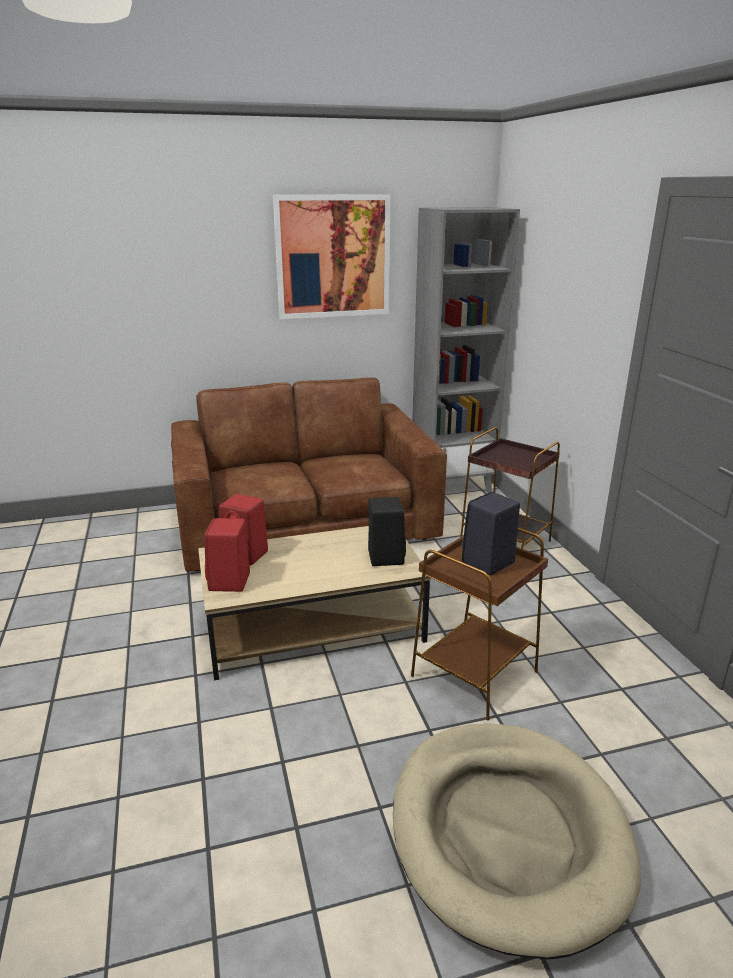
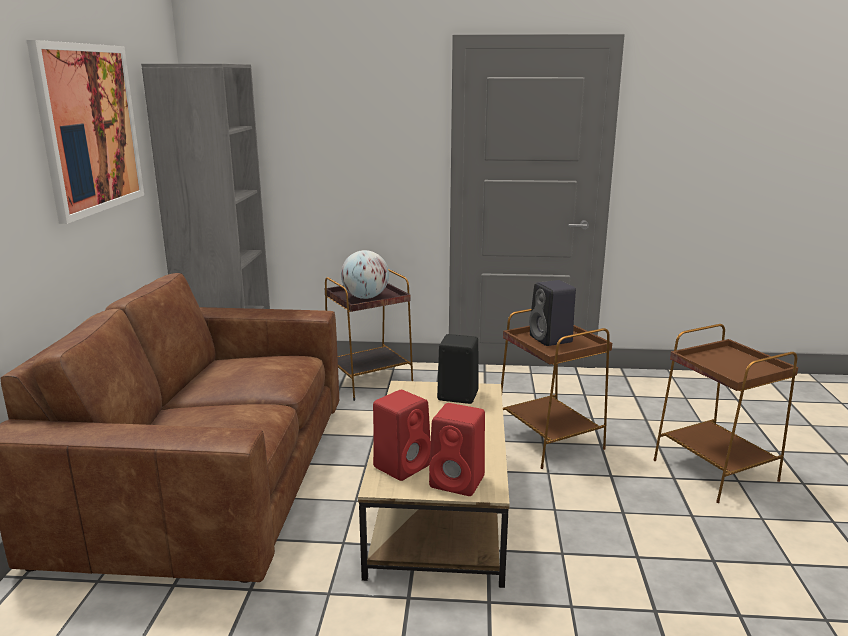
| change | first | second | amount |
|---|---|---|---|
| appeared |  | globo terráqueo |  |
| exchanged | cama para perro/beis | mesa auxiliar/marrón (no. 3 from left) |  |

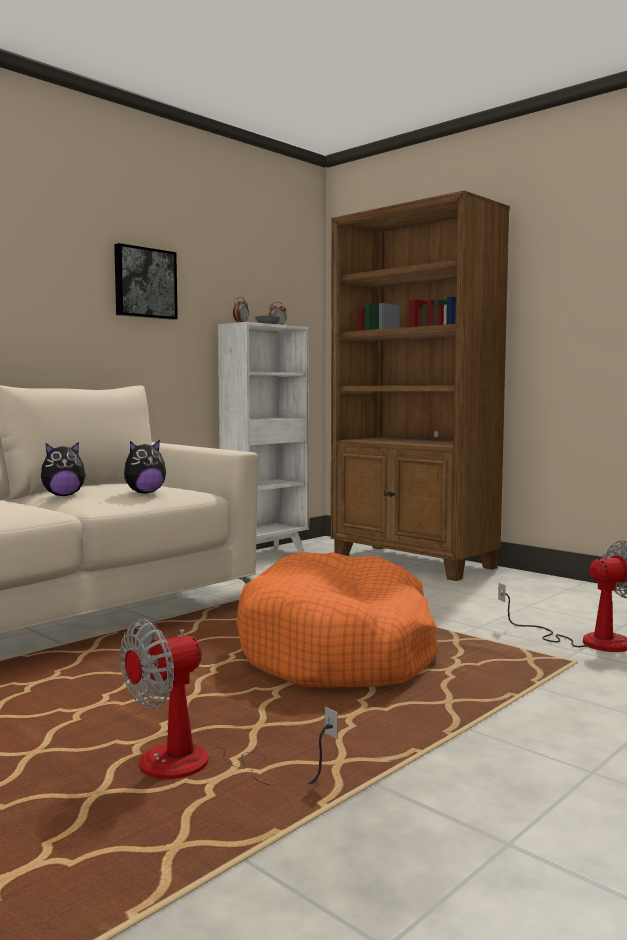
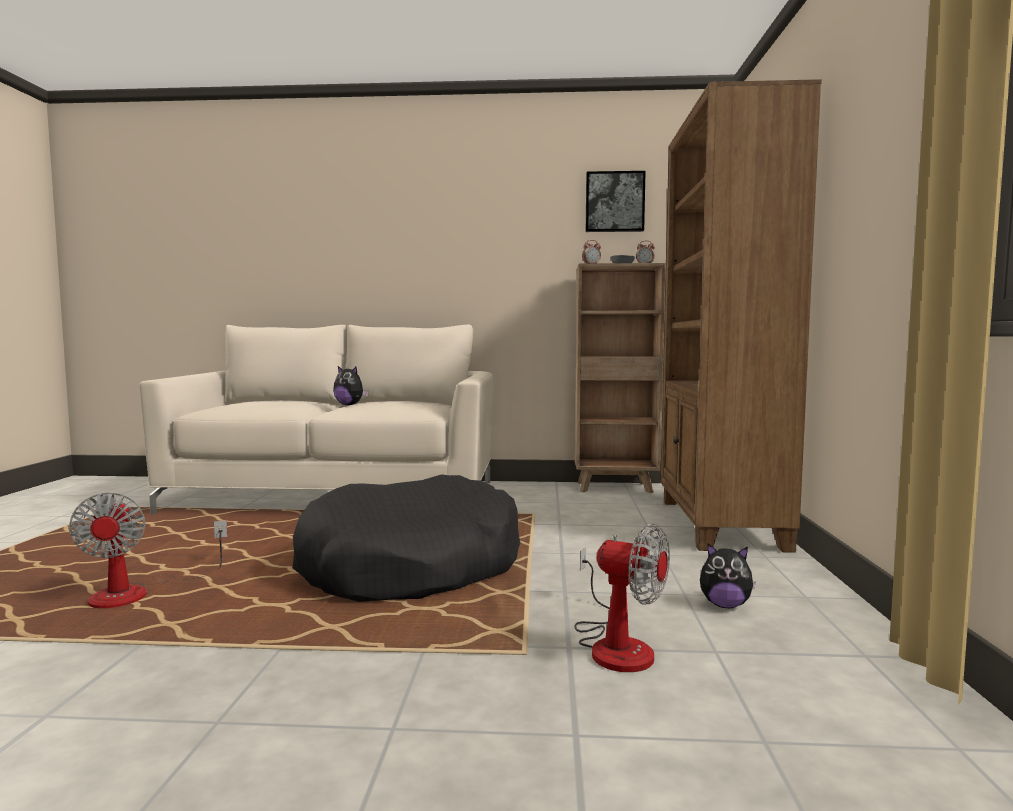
| change | first | second | amount |
|---|---|---|---|
| relocated | cuadro |  |  |
| relocated | peluche (no. 2 from left) |  |  |
| colour | estantería/blanco | estantería/marrón (no. 1 from left) |  |
| colour | cama para perro/naranja | cama para perro/negro |  |
| spun | ventilador (no. 1 from left) |  | 120 degrees counterclockwise |

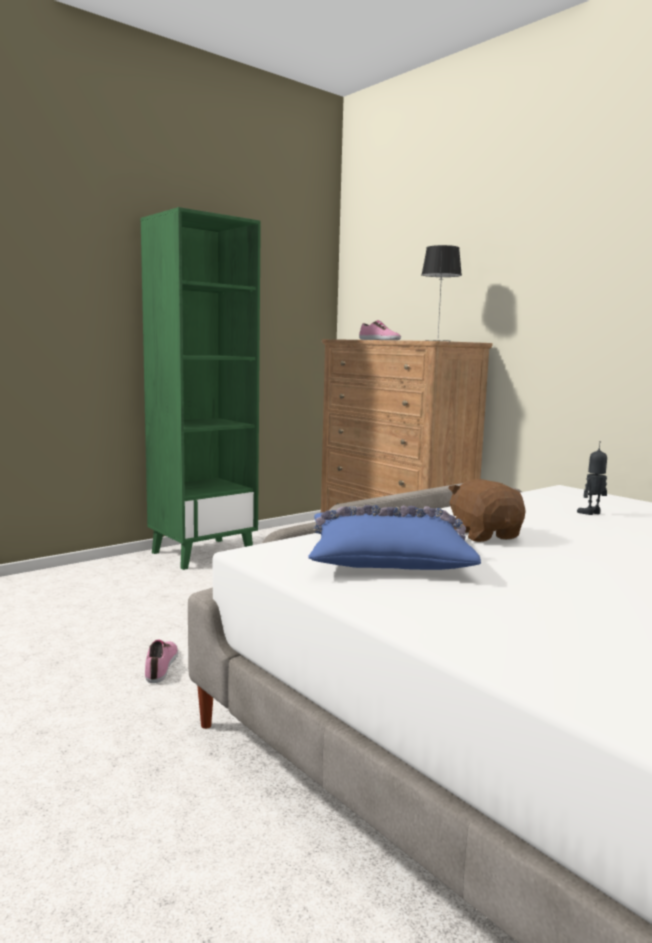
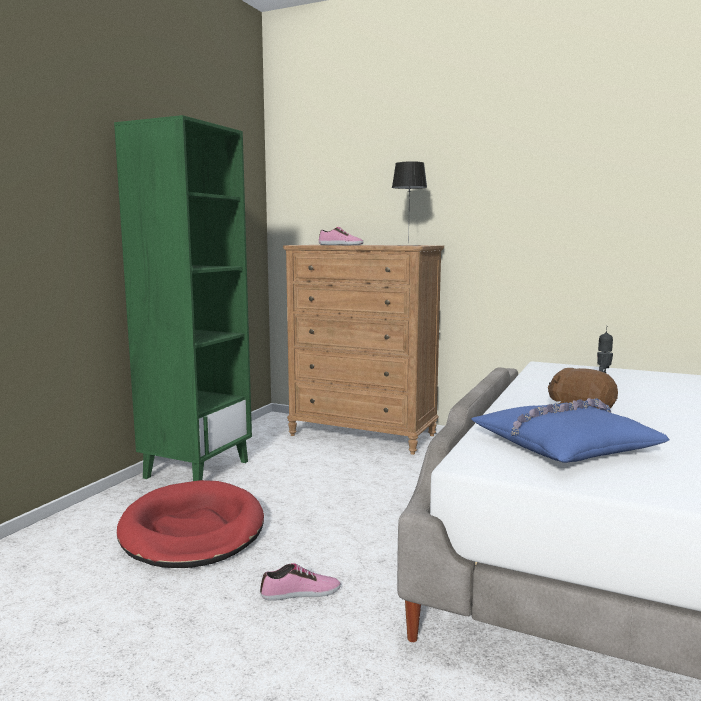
| change | first | second | amount |
|---|---|---|---|
| appeared |  | cama para perro/rojo |  |
| spun | zapato (no. 1 from left) |  | 105 degrees clockwise |

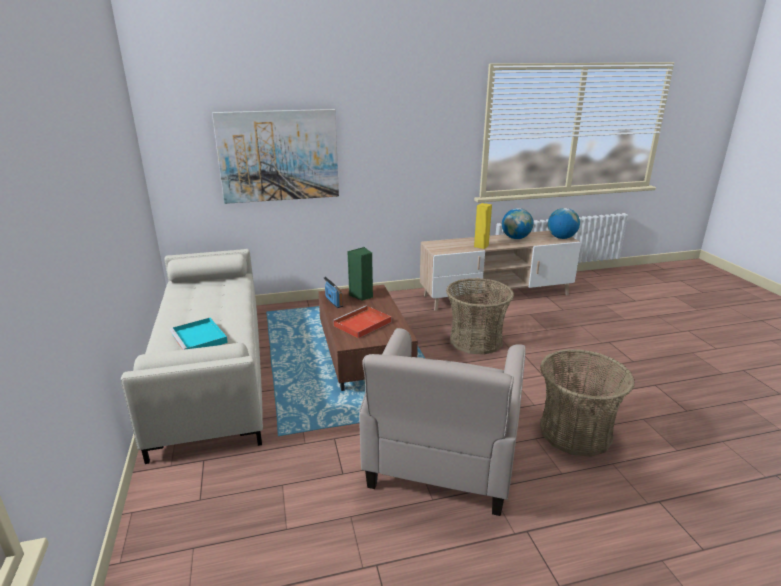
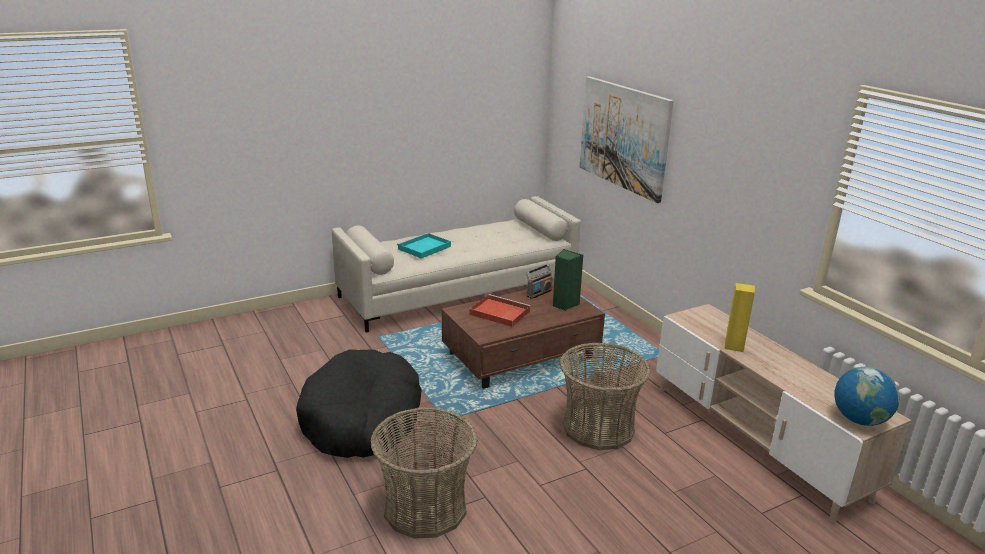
| change | first | second | amount |
|---|---|---|---|
| missing | globo terráqueo (no. 1 from left) |  |  |
| exchanged | sillón/beis | cama para perro/negro |  |

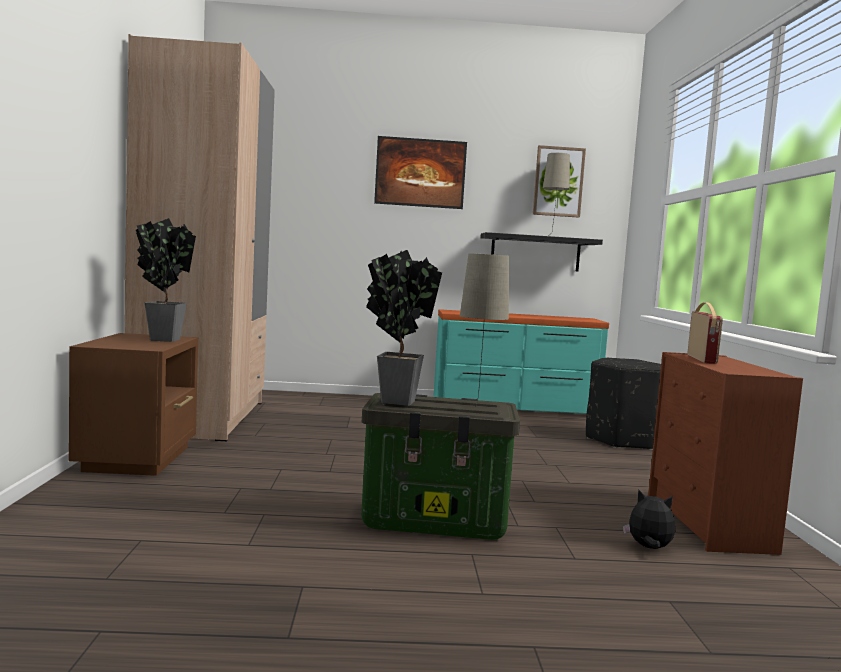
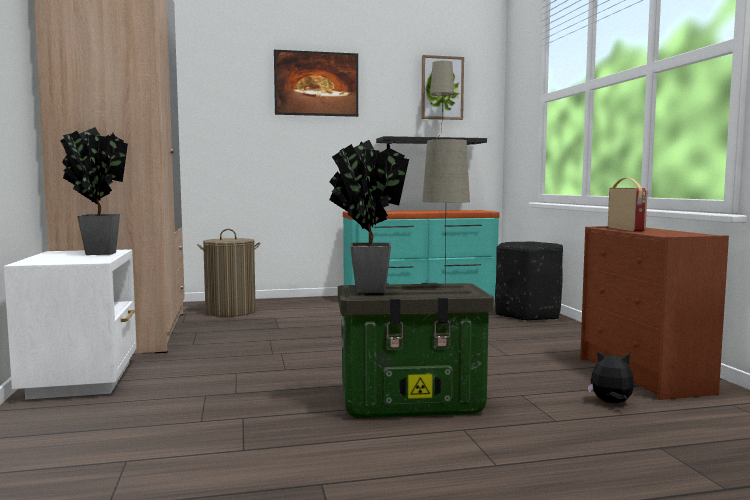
| change | first | second | amount |
|---|---|---|---|
| appeared |  | cesto de la ropa |  |
| colour | mesita de noche/marrón | mesita de noche/blanco |  |

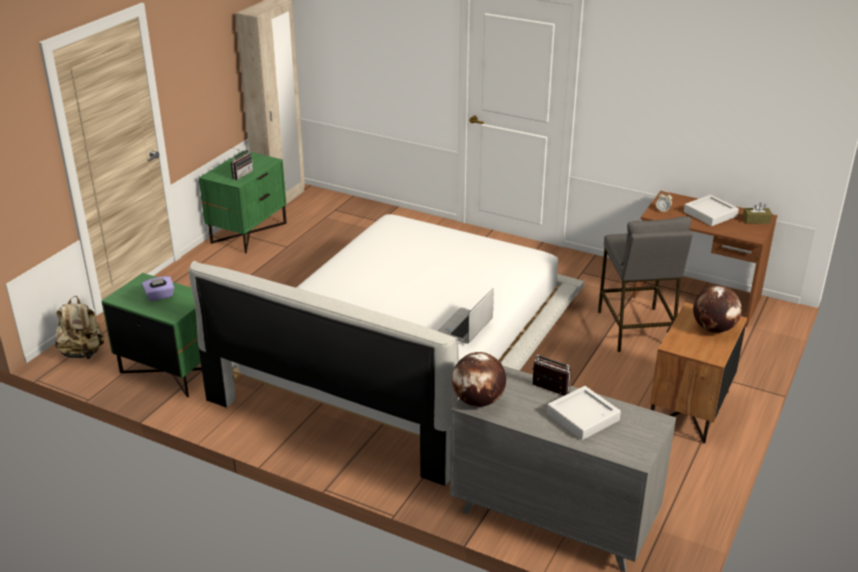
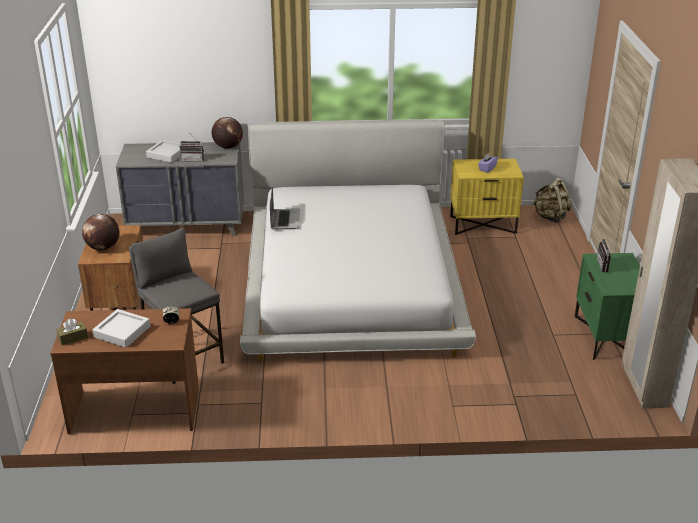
| change | first | second | amount |
|---|---|---|---|
| colour | mesita de noche/verde (no. 1 from left) | mesita de noche/amarillo |  |

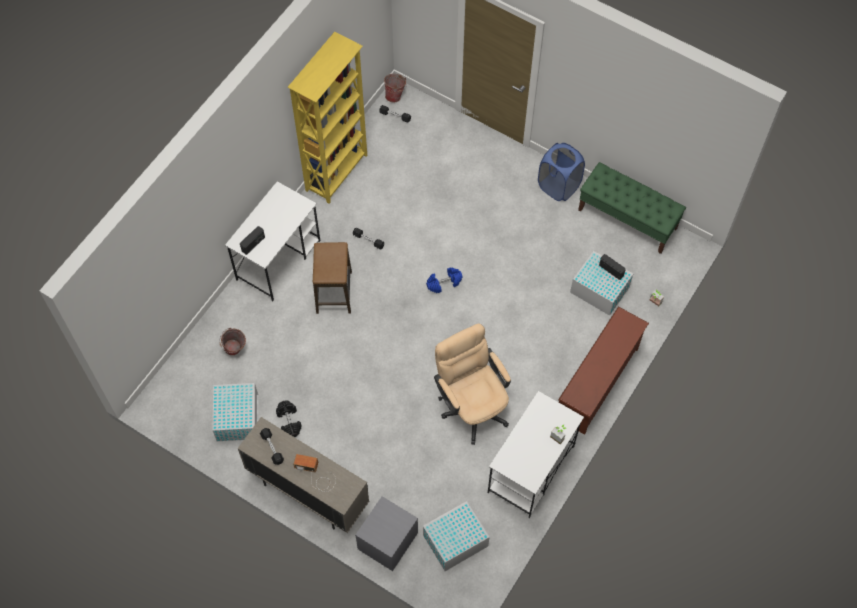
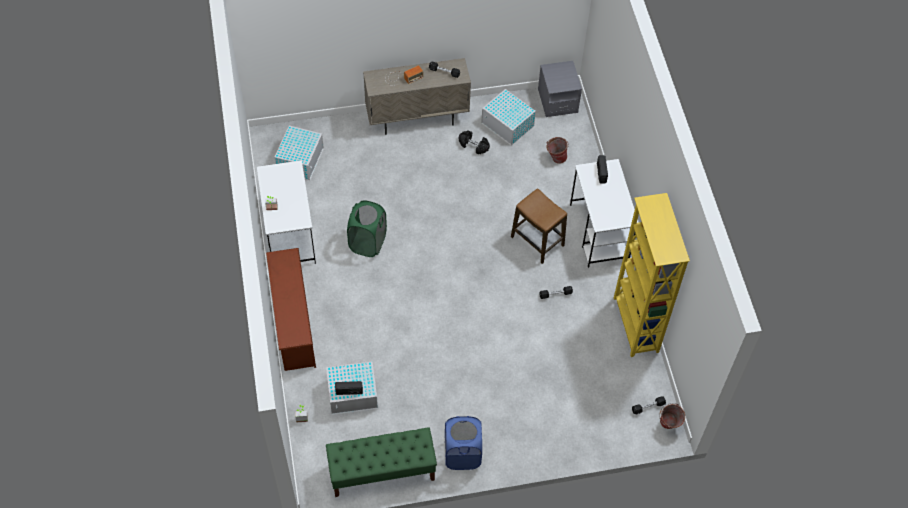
| change | first | second | amount |
|---|---|---|---|
| missing | mancuerna/azul |  |  |
| relocated | mesita de noche/gris |  |  |
| exchanged | silla de oficina/beis | cesto de la ropa/verde |  |

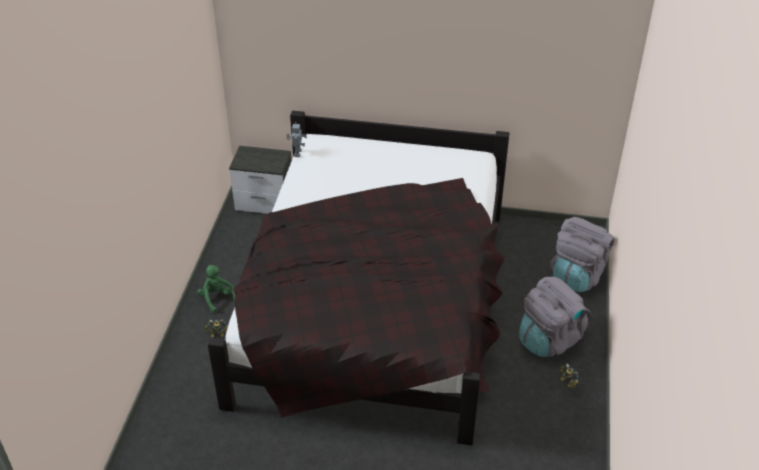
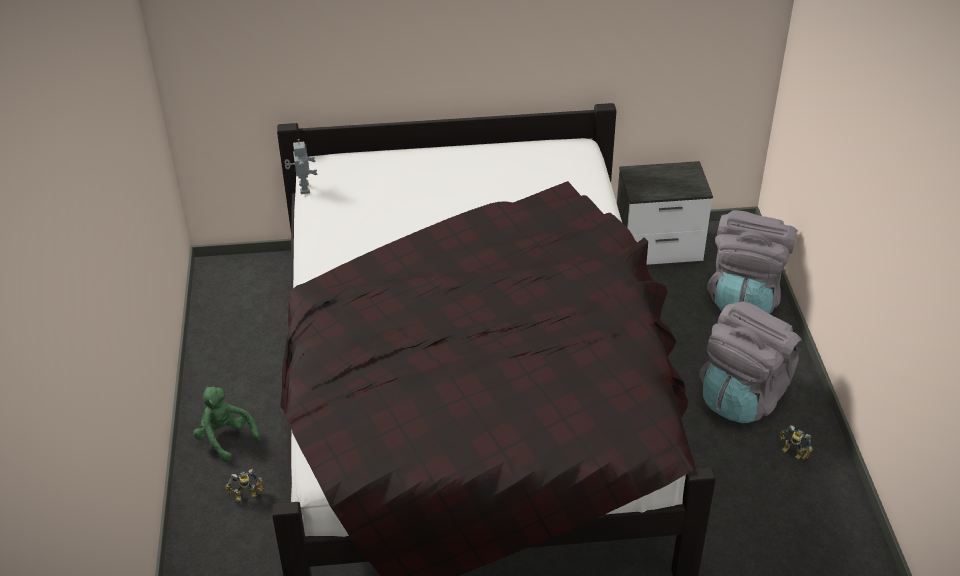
| change | first | second | amount |
|---|---|---|---|
| relocated | mesita de noche |  |  |

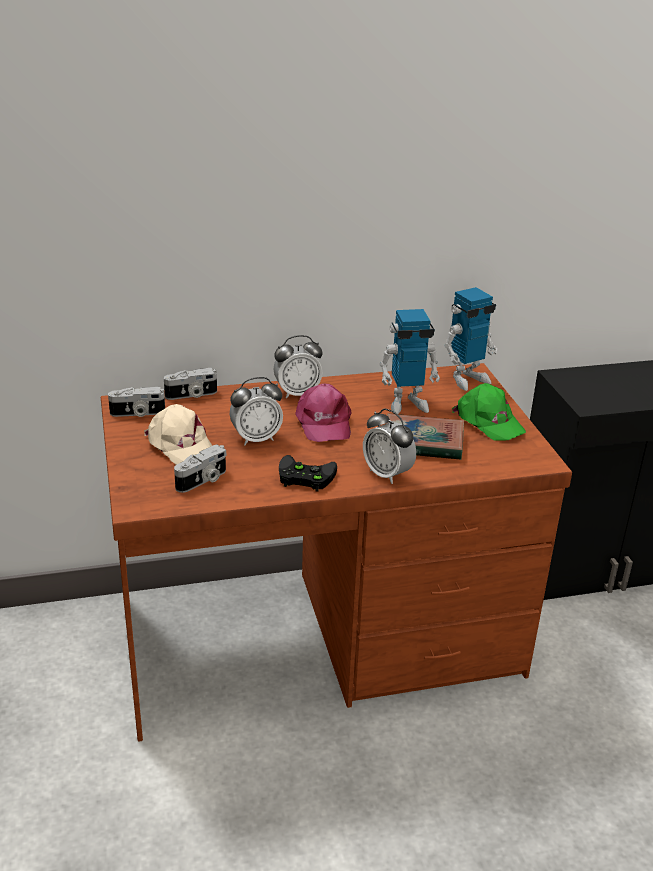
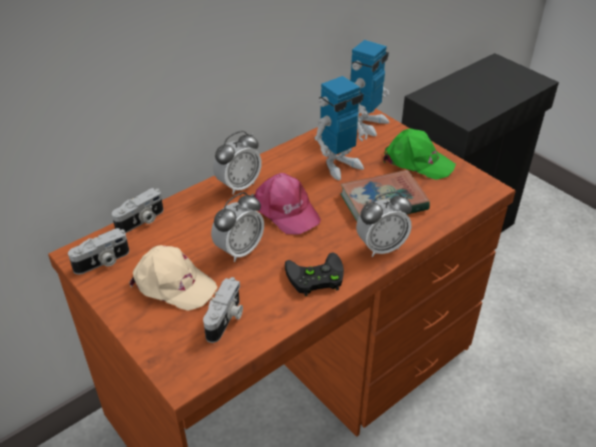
| change | first | second | amount |
|---|---|---|---|
| spun | despertador (no. 3 from left) |  | 45 degrees counterclockwise |

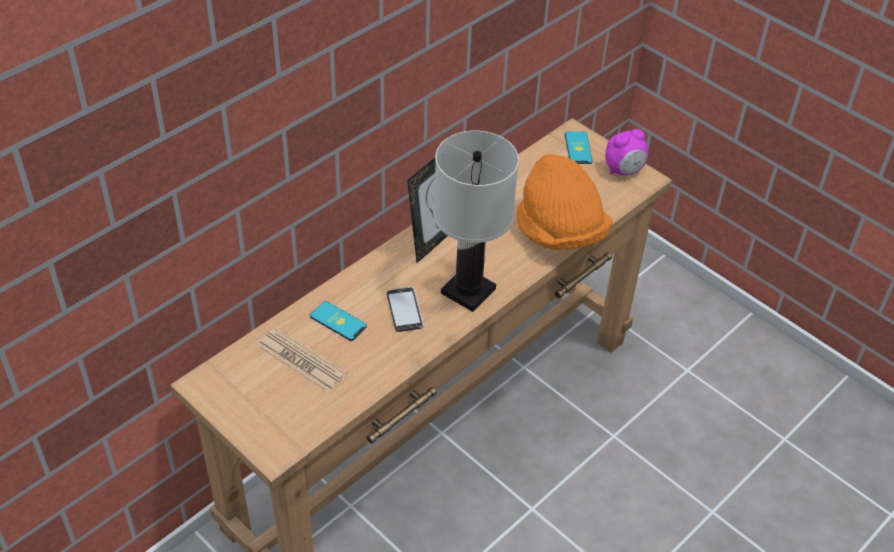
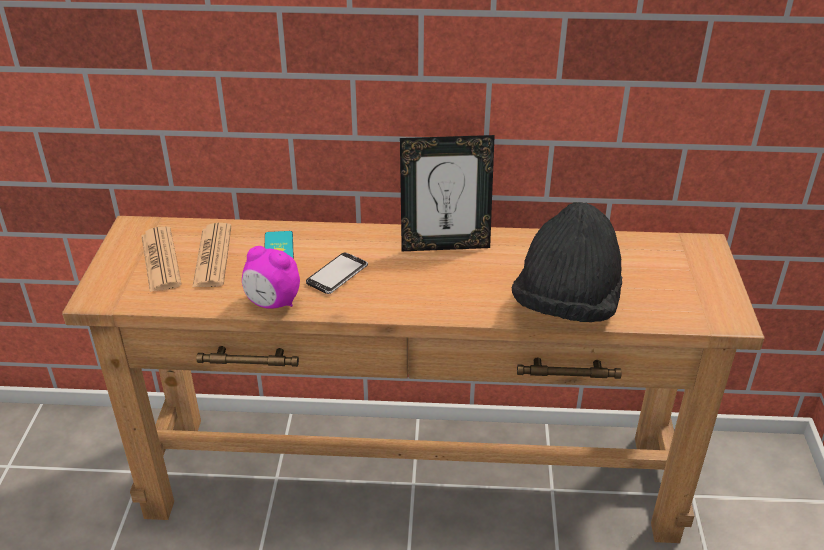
| change | first | second | amount |
|---|---|---|---|
| missing | lámpara de mesa/blanco |  |  |
| missing | móvil (no. 3 from left) |  |  |
| appeared |  | periódico (no. 1 from left) |  |
| relocated | despertador |  |  |
| colour | sombrero/naranja | sombrero/negro |  |

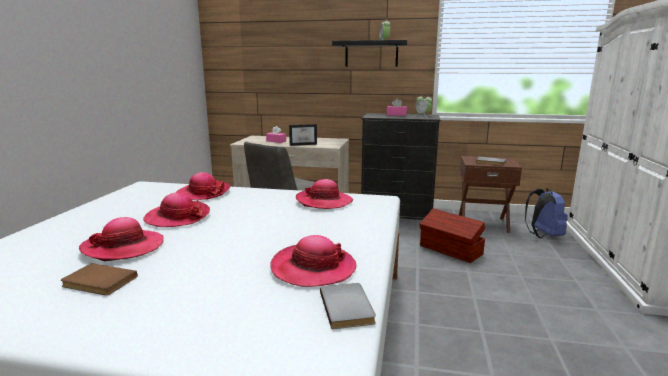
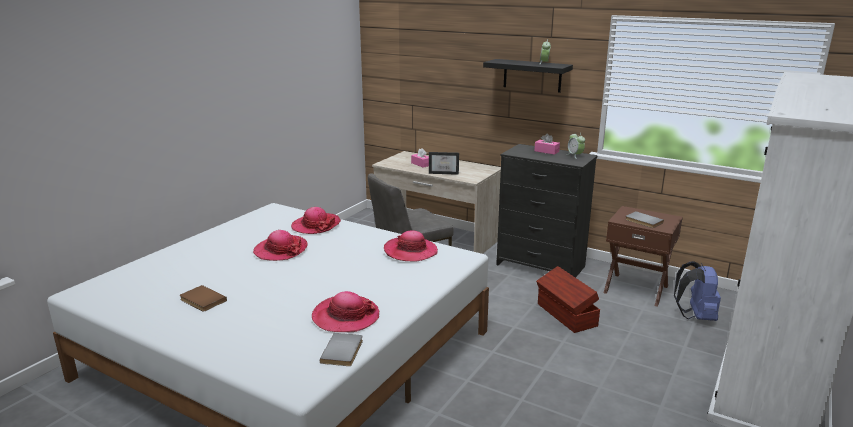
| change | first | second | amount |
|---|---|---|---|
| missing | sombrero (no. 1 from left) |  |  |

